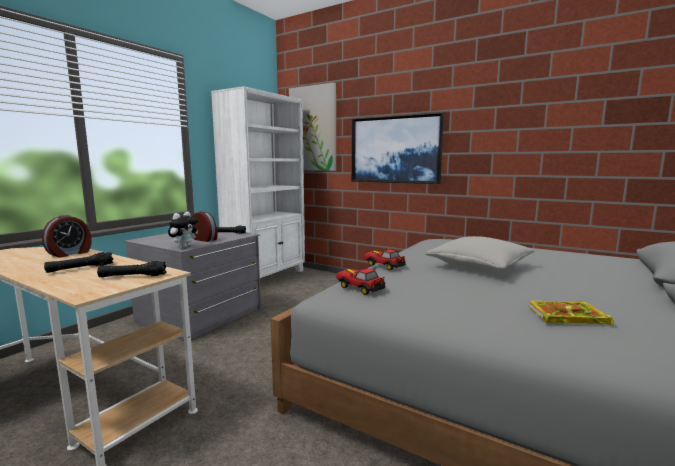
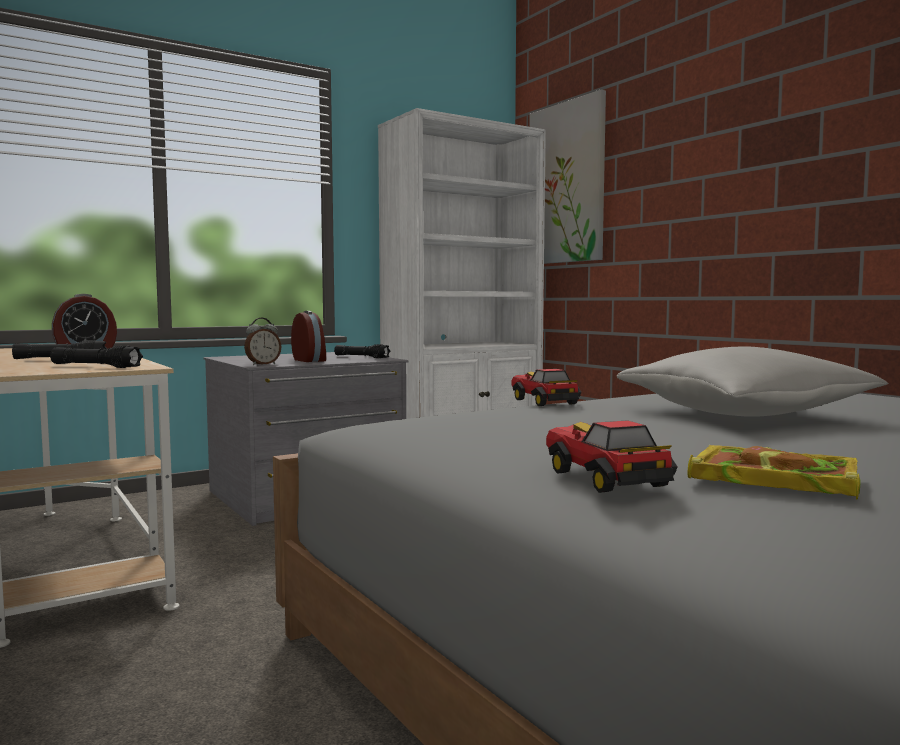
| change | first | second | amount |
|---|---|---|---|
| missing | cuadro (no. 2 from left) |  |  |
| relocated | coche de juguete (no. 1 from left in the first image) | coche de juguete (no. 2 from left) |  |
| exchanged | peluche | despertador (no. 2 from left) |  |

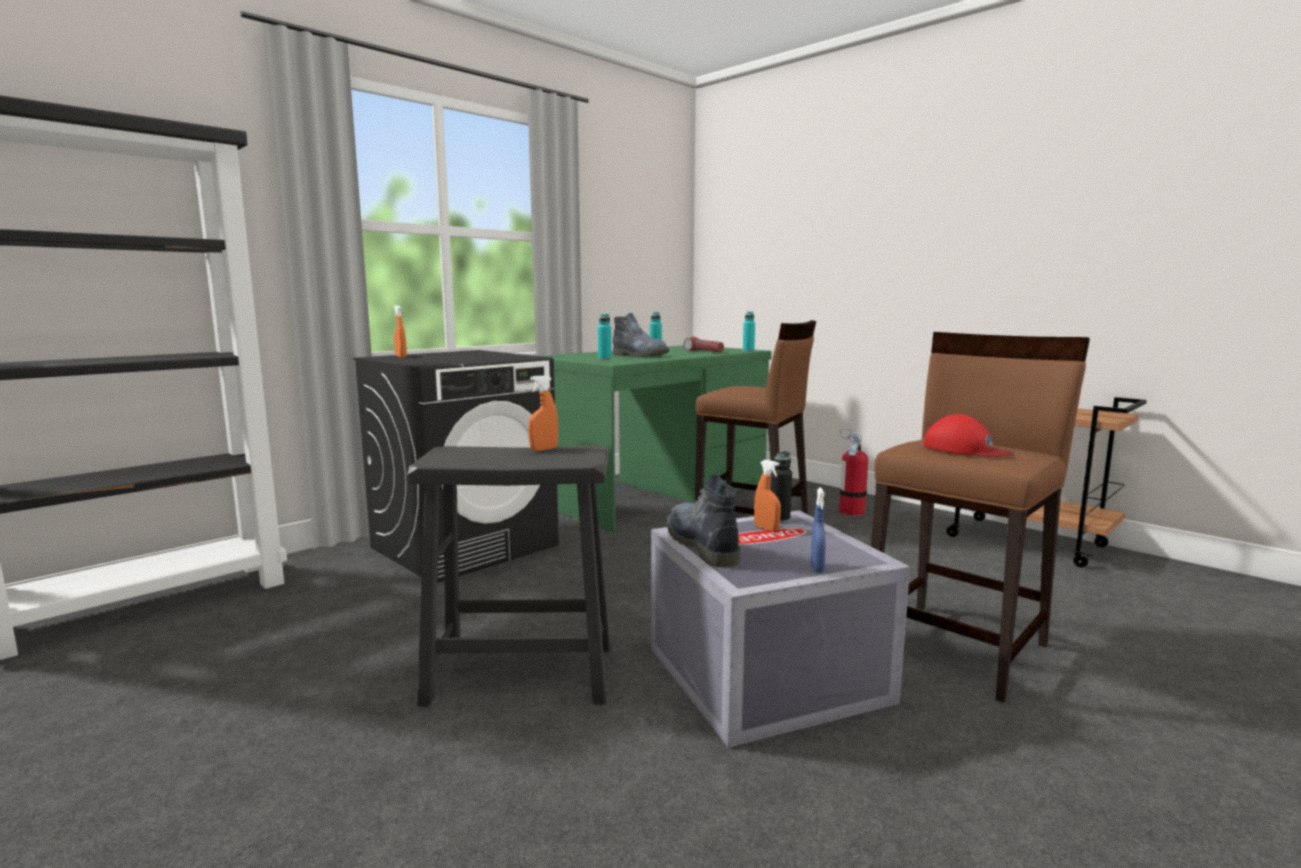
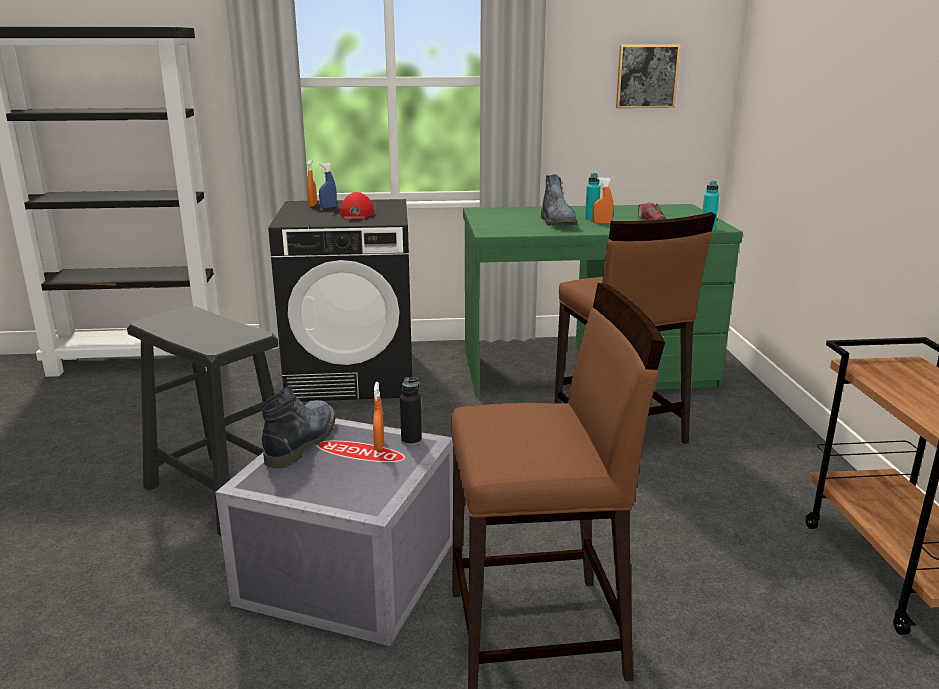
| change | first | second | amount |
|---|---|---|---|
| missing | botella/turquesa (no. 1 from left) |  |  |
| missing | extintor |  |  |
| appeared |  | cuadro |  |
| relocated | pulverizador/naranja (no. 2 from left in the first image) | pulverizador/naranja (no. 3 from left) |  |
| relocated | pulverizador/azul |  |  |
| relocated | gorra/rojo |  |  |

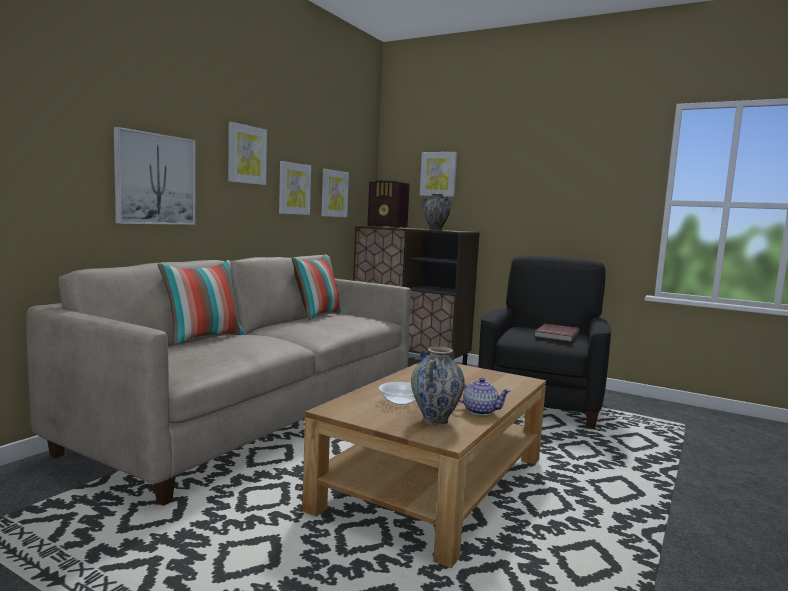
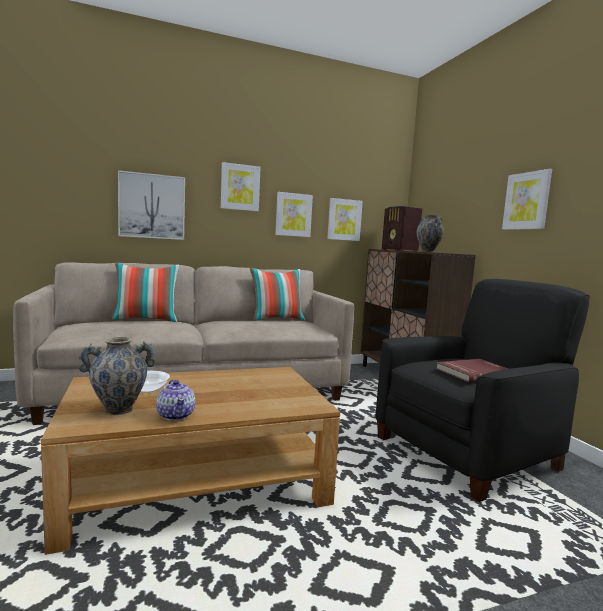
| change | first | second | amount |
|---|---|---|---|
| relocated | cuadro (no. 5 from left) |  |  |

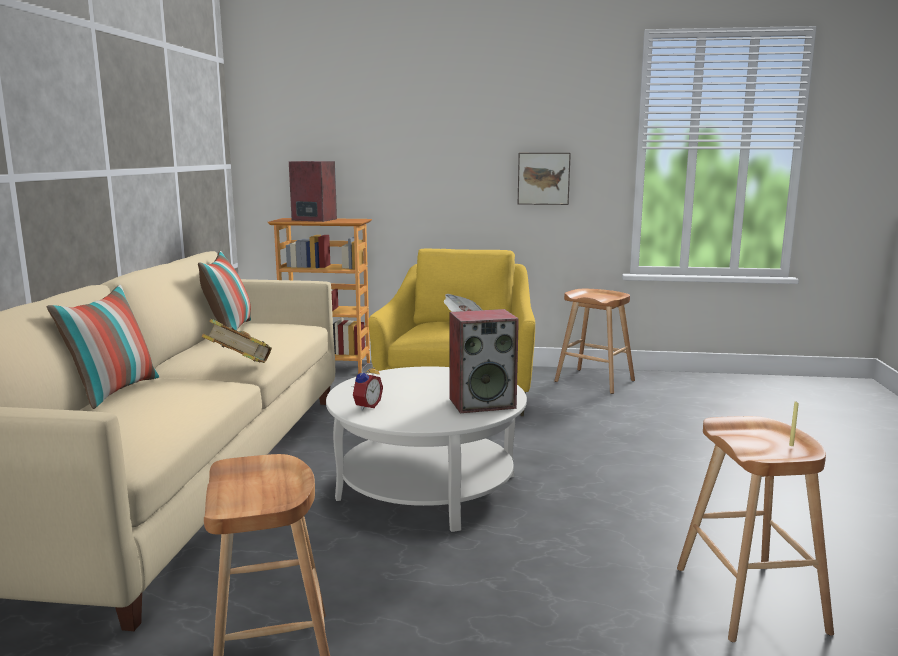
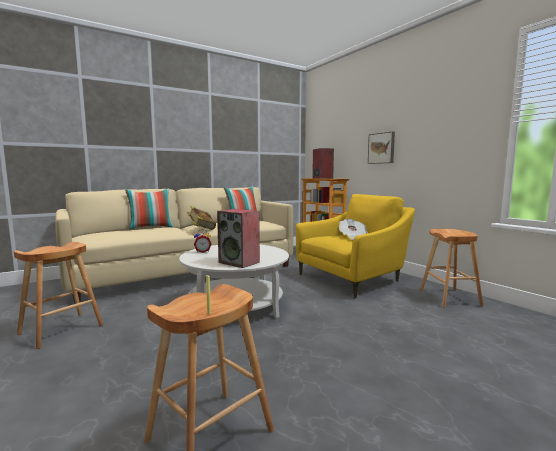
| change | first | second | amount |
|---|---|---|---|
| relocated | cuadro |  |  |

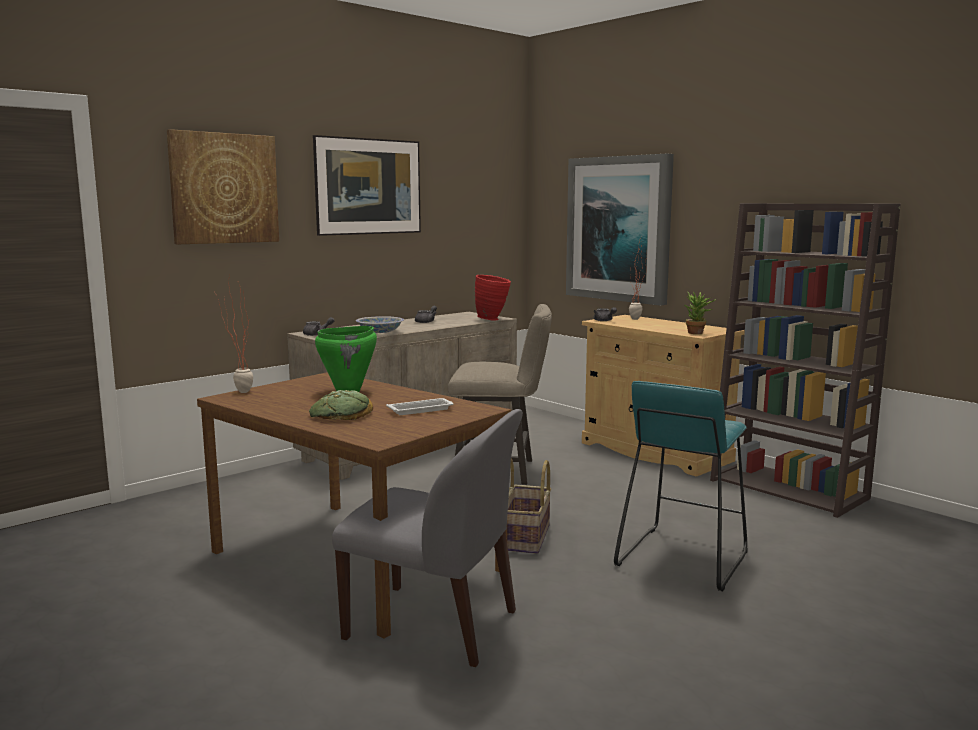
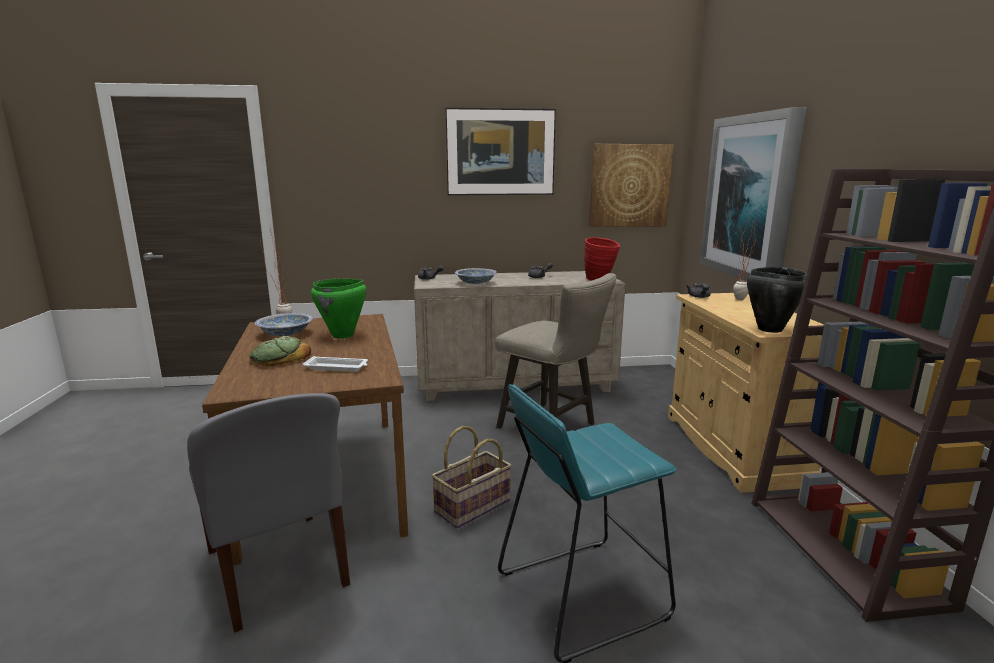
| change | first | second | amount |
|---|---|---|---|
| appeared |  | cuenco (no. 1 from left) |  |
| relocated | cuadro (no. 1 from left in the first image) | cuadro (no. 2 from left) |  |
| exchanged | planta en maceta (no. 3 from left) | olla/negro |  |

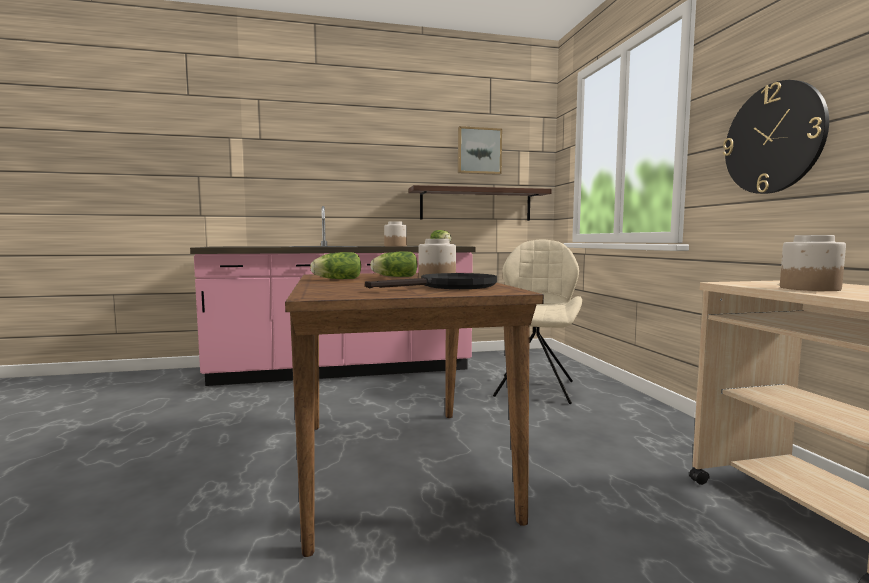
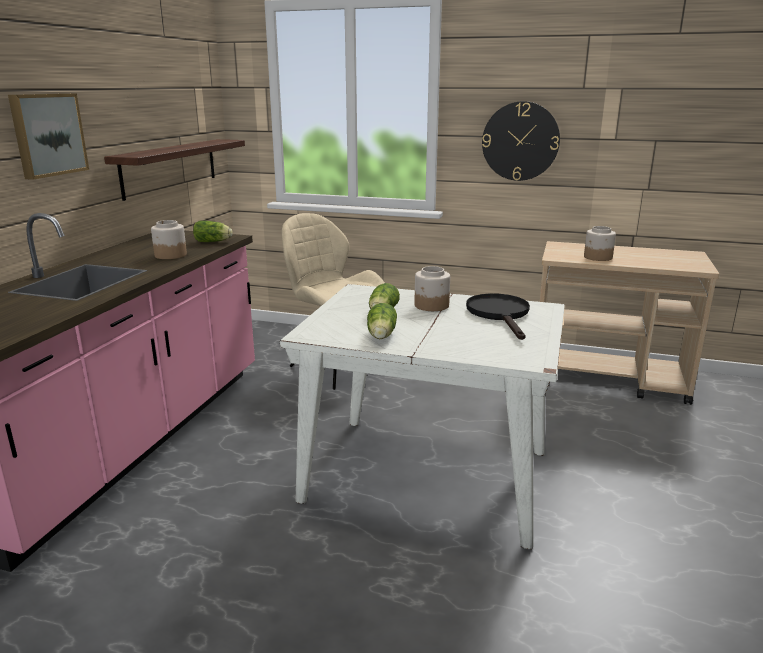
| change | first | second | amount |
|---|---|---|---|
| relocated | cuadro |  |  |
| colour | mesa de comedor/marrón | mesa de comedor/blanco |  |

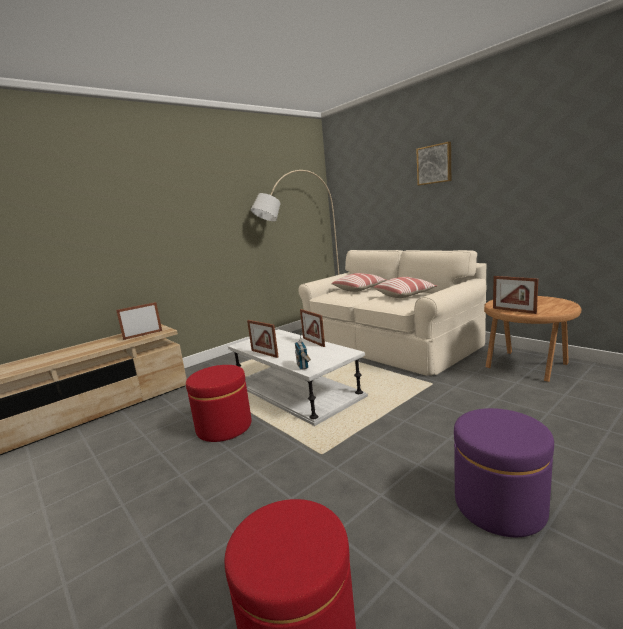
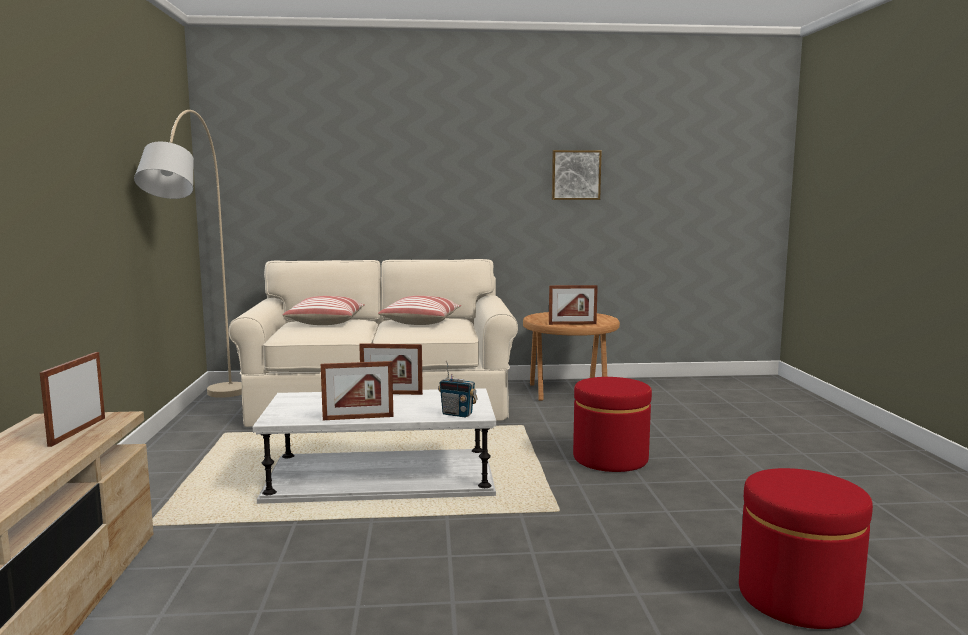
| change | first | second | amount |
|---|---|---|---|
| missing | puf/morado |  |  |
| relocated | puf/rojo (no. 1 from left) |  |  |
| relocated | cuadro |  |  |

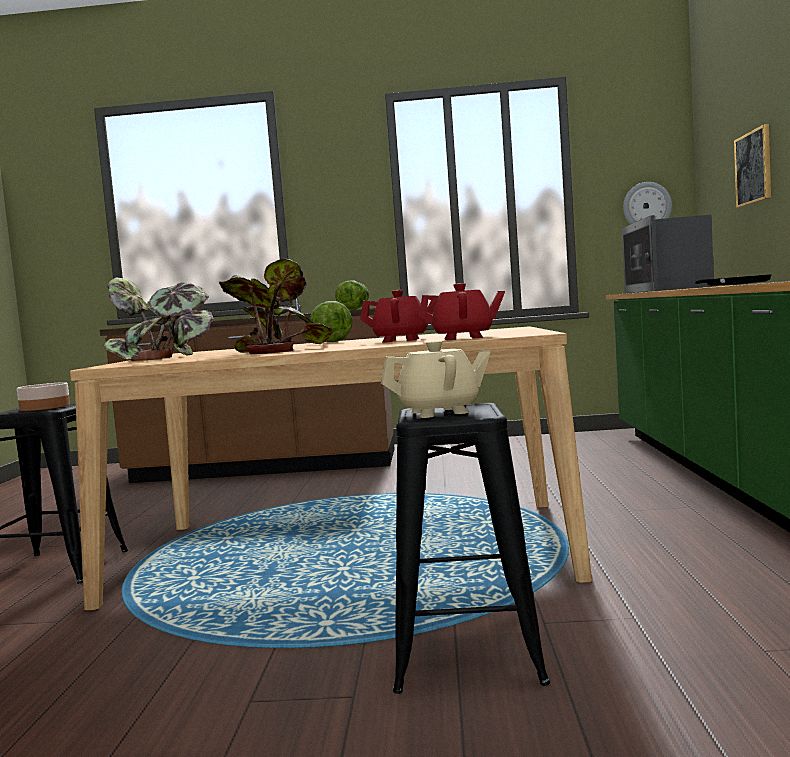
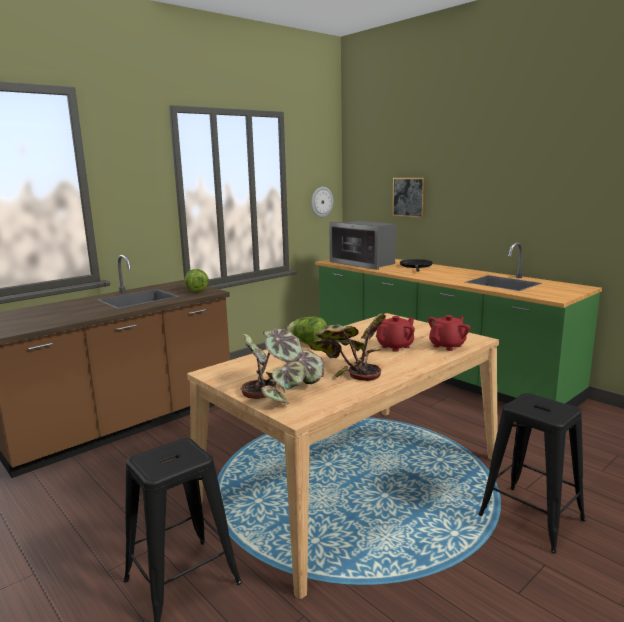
| change | first | second | amount |
|---|---|---|---|
| missing | cuenco |  |  |
| missing | tetera/beis |  |  |

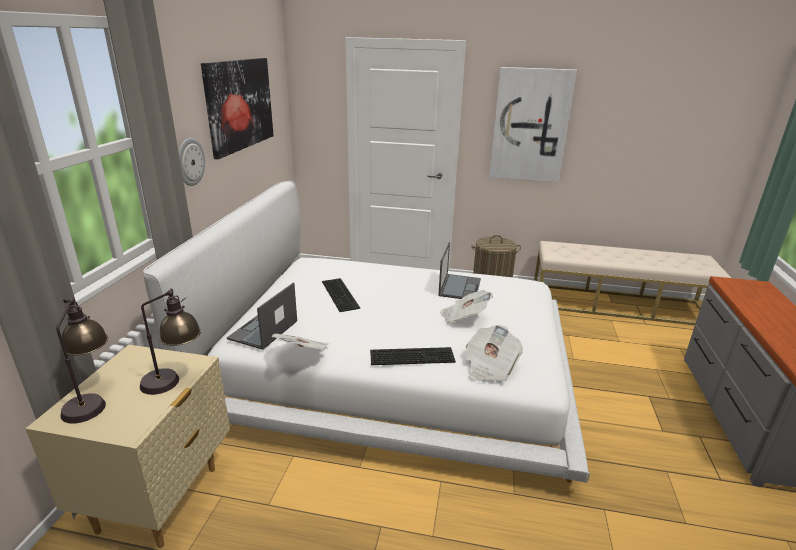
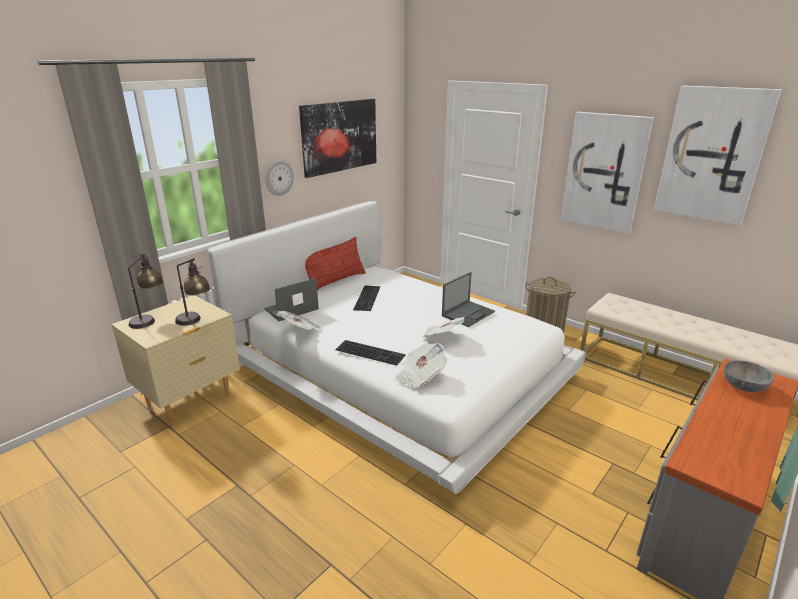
| change | first | second | amount |
|---|---|---|---|
| appeared |  | cojín |  |
| appeared |  | cuadro (no. 3 from left) |  |
| appeared |  | cuenco/gris |  |

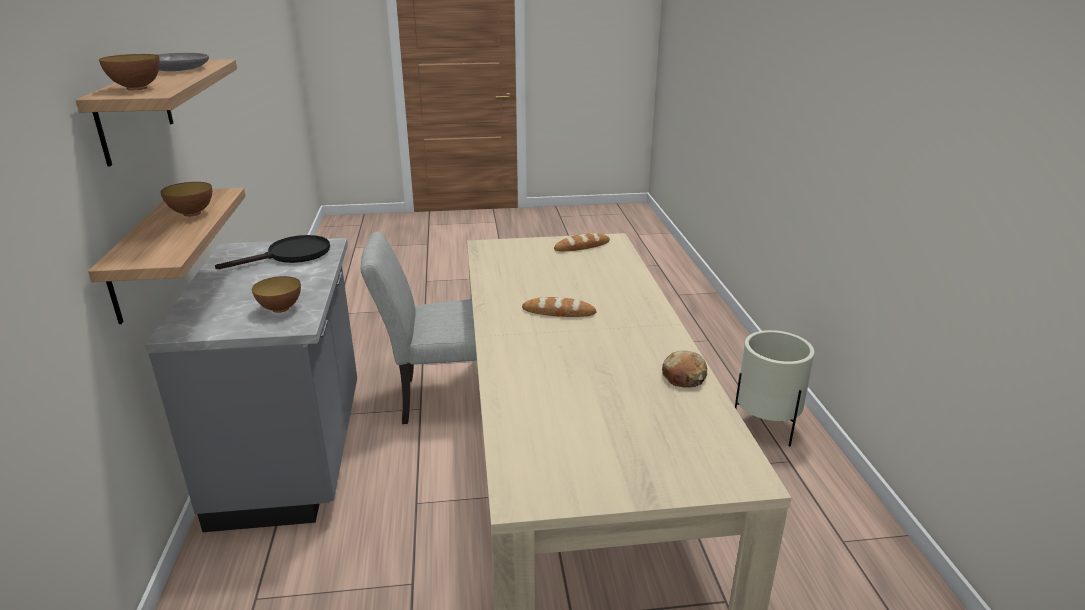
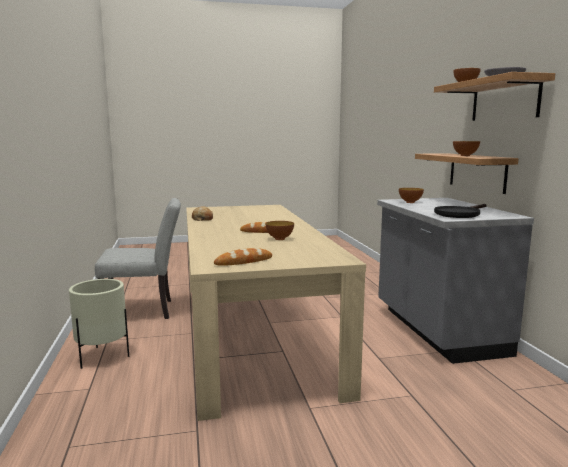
| change | first | second | amount |
|---|---|---|---|
| appeared |  | cuenco (no. 1 from left) |  |
| relocated | silla/gris |  |  |

